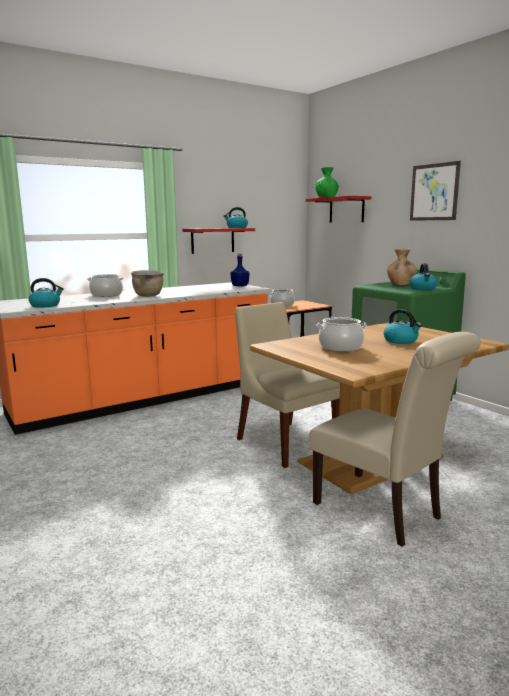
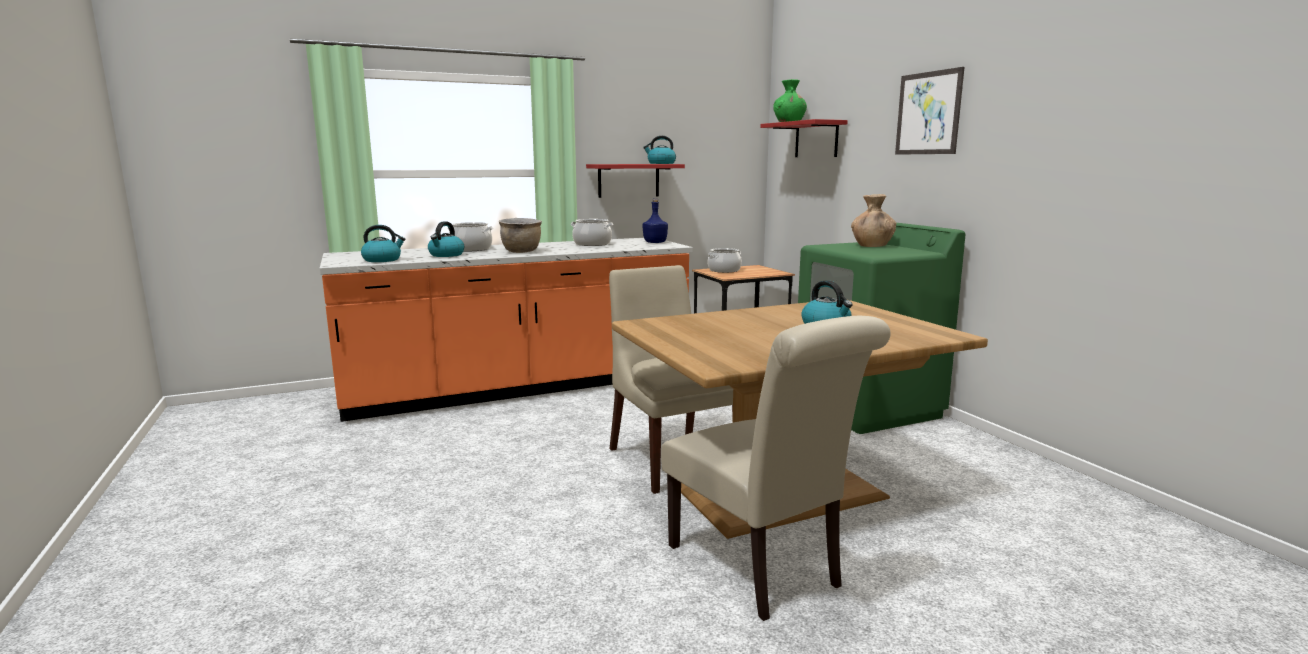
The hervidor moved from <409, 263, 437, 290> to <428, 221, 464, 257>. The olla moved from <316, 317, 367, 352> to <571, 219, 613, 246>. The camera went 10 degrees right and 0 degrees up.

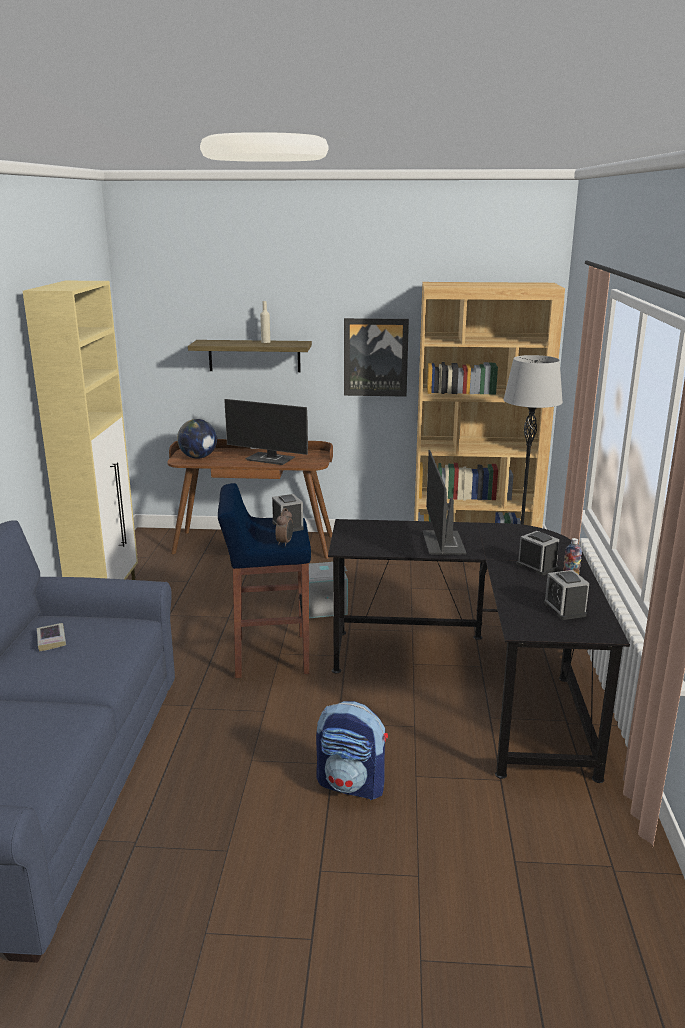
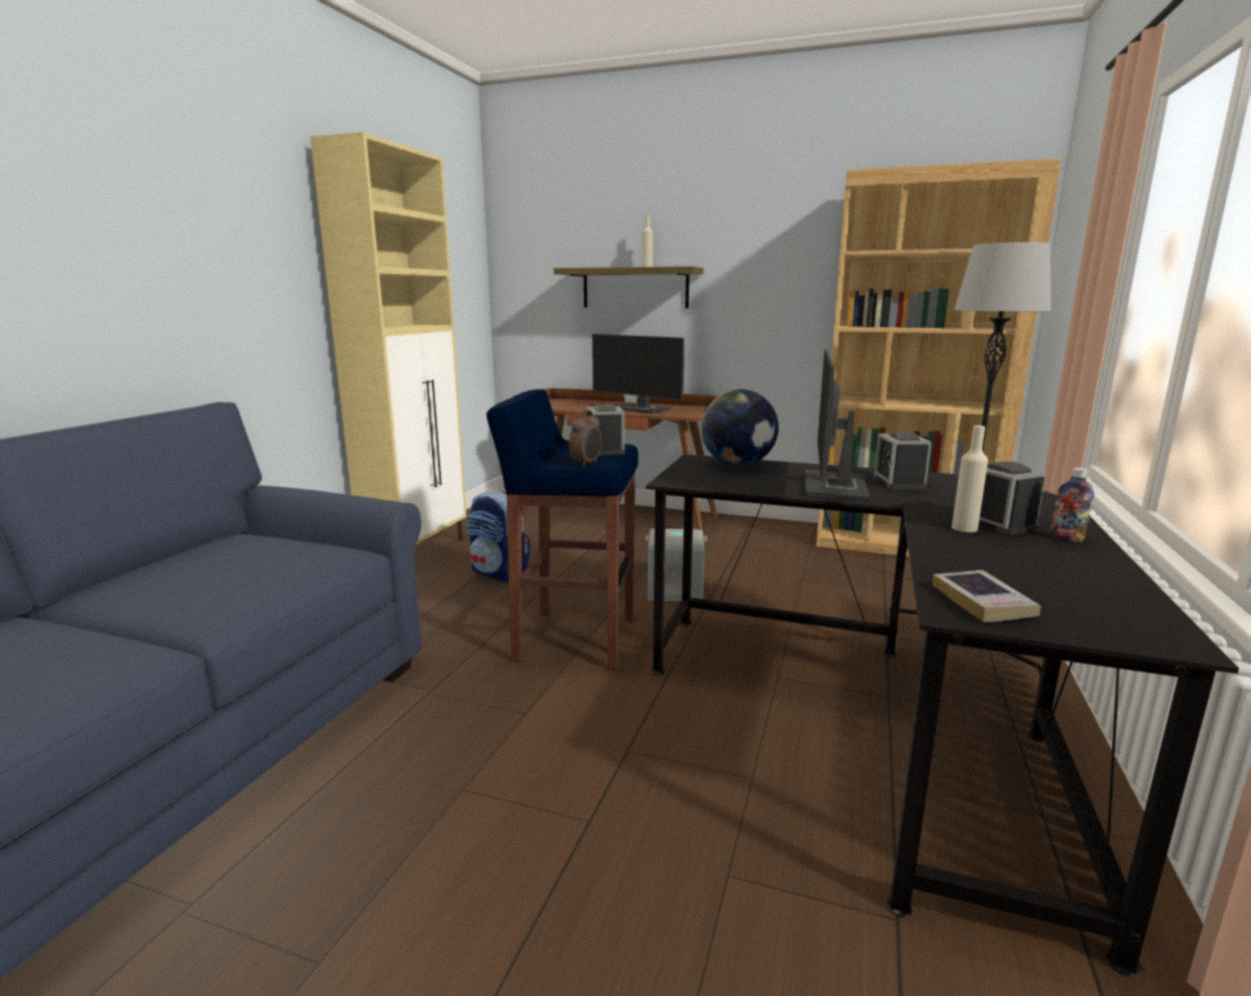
The cuadro at <344, 318, 409, 397> disappeared. The globo terráqueo moved from <177, 419, 217, 459> to <701, 389, 779, 466>. The despertador moved from <544, 570, 589, 620> to <873, 432, 932, 489>. The libro moved from <37, 623, 66, 652> to <933, 570, 1041, 622>. The mochila moved from <316, 701, 388, 800> to <467, 492, 530, 583>. The botella [beis] at <952, 425, 988, 532> appeared. The camera went 15 degrees right and 5 degrees down.

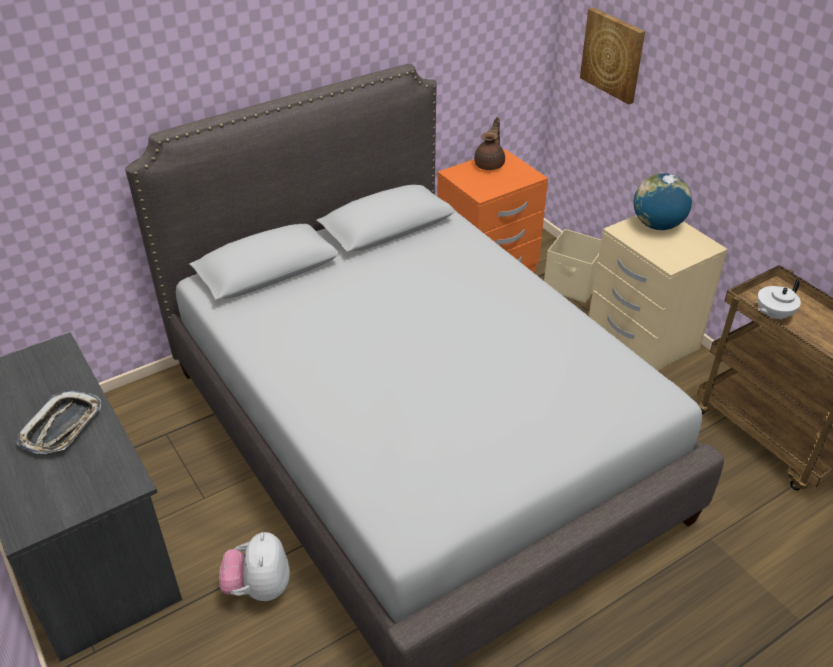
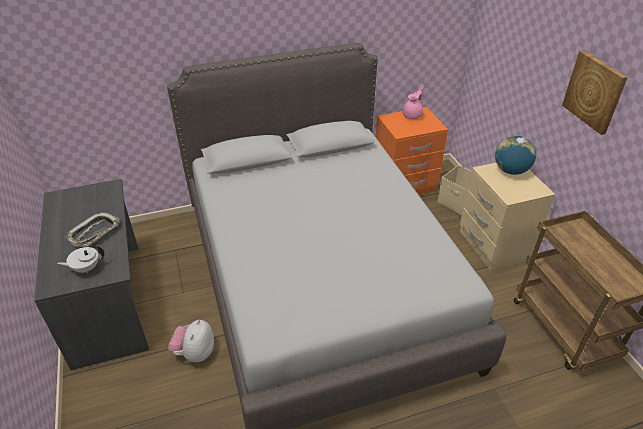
The cuadro moved from <580, 8, 645, 105> to <562, 50, 628, 135>. The tetera [marrón] at <474, 117, 505, 170> became the tetera [rosa] at <403, 85, 423, 119>. The tetera [blanco] moved from <757, 279, 801, 320> to <57, 245, 104, 273>. The camera went 15 degrees right and 0 degrees up.

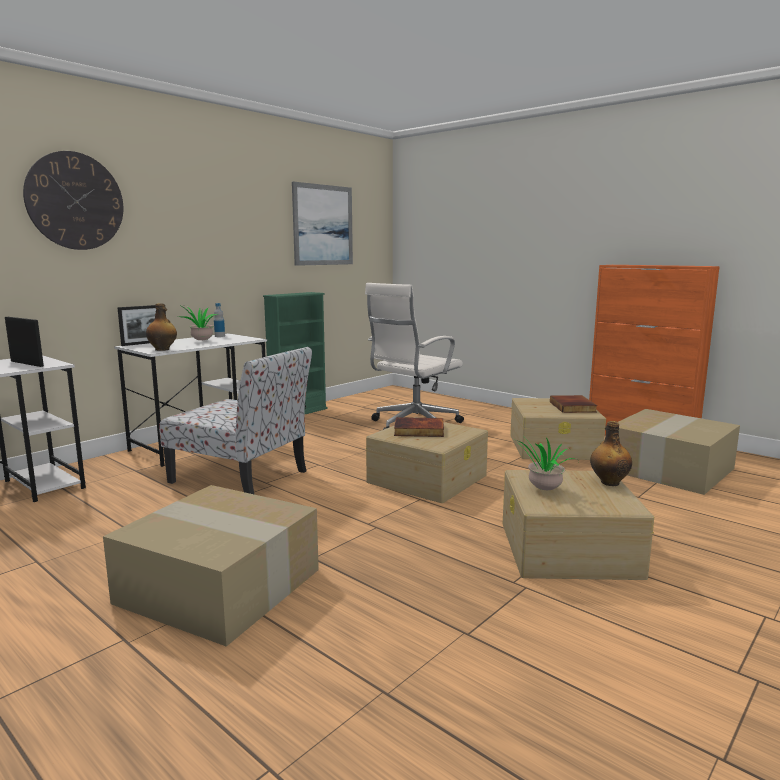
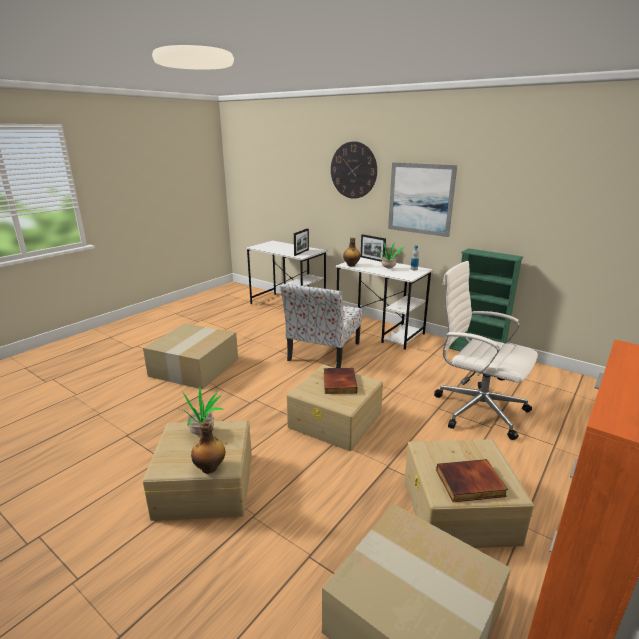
The cuadro moved from <292, 182, 353, 266> to <388, 162, 457, 237>. The camera went 85 degrees right and 10 degrees up.

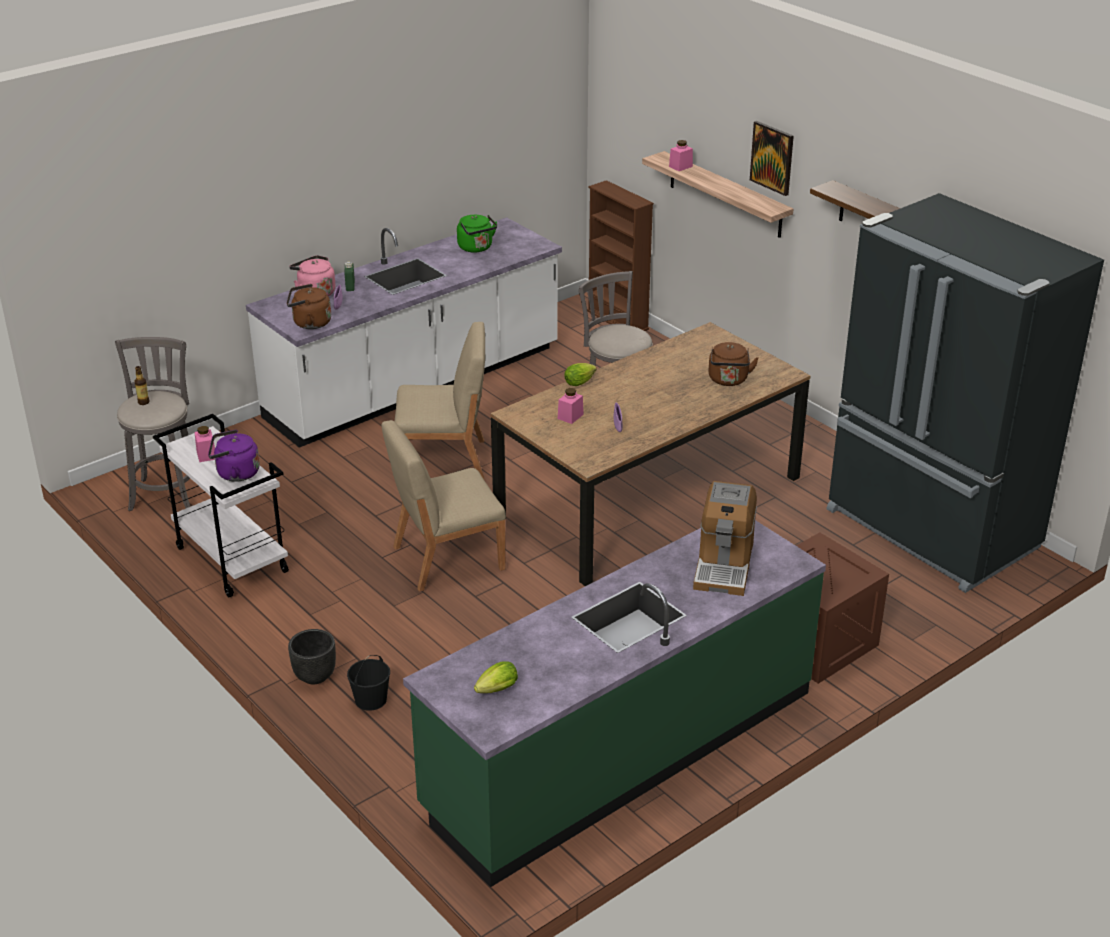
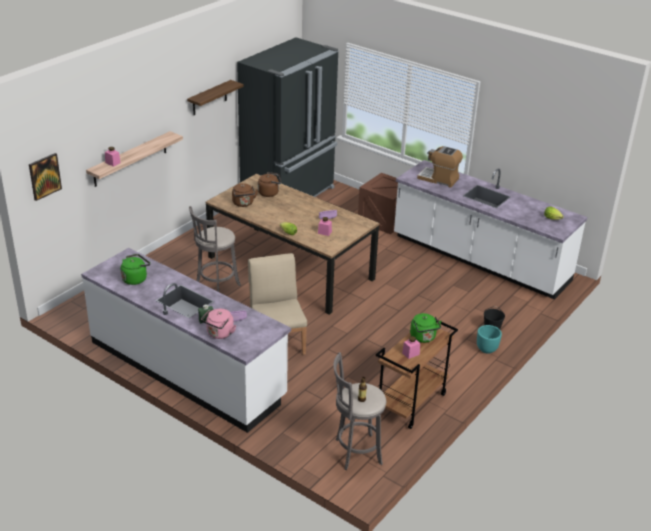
The cuadro moved from <750, 121, 794, 196> to <29, 153, 62, 201>. The estantería [marrón] at <587, 180, 654, 331> disappeared. The hervidor [marrón] moved from <287, 284, 331, 329> to <232, 183, 258, 207>. The carrito [blanco] at <153, 414, 289, 598> became the carrito [marrón] at <376, 319, 458, 429>. The silla [beis] at <382, 420, 506, 592> disappeared. The hervidor [morado] at <208, 430, 260, 482> became the hervidor [verde] at <410, 313, 442, 343>. The cafetera at <693, 481, 757, 596> turned 150 degrees counterclockwise. The mueble bajo de cocina [verde] at <403, 520, 826, 887> became the mueble bajo de cocina [blanco] at <394, 160, 587, 299>. The maceta [negro] at <288, 629, 336, 684> became the maceta [turquesa] at <477, 325, 502, 354>. The camera went 105 degrees left and 0 degrees up.

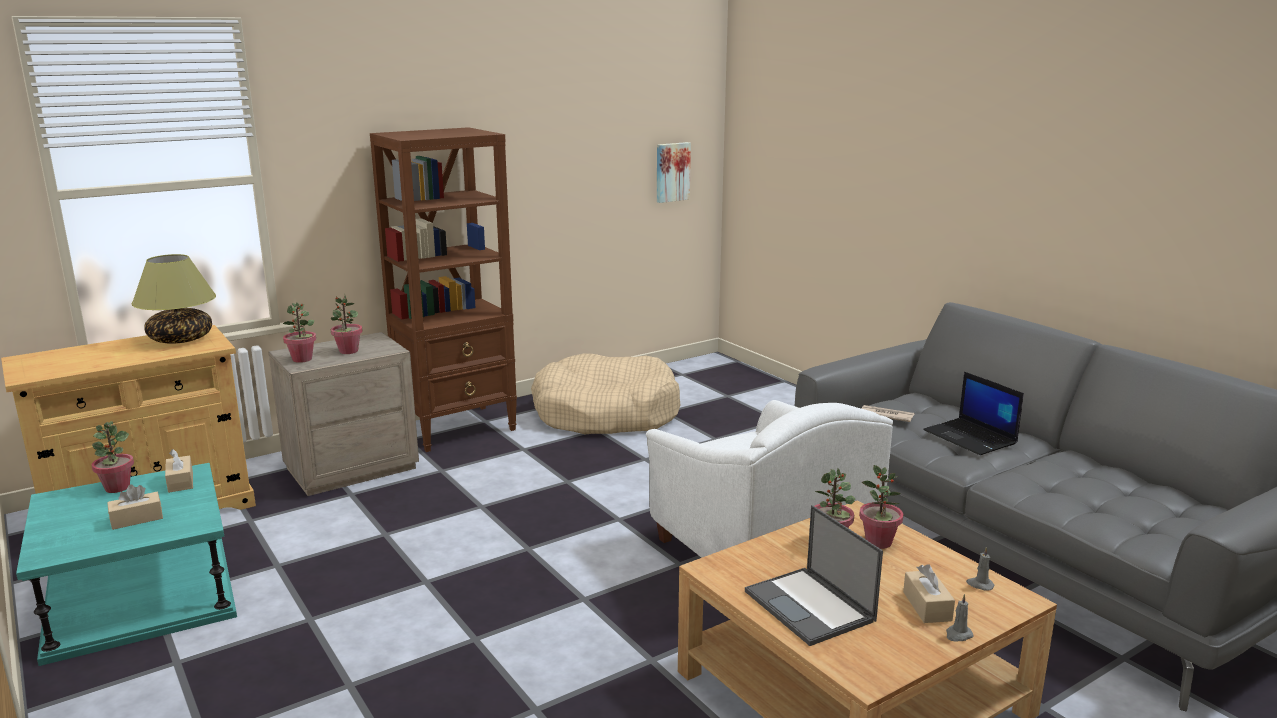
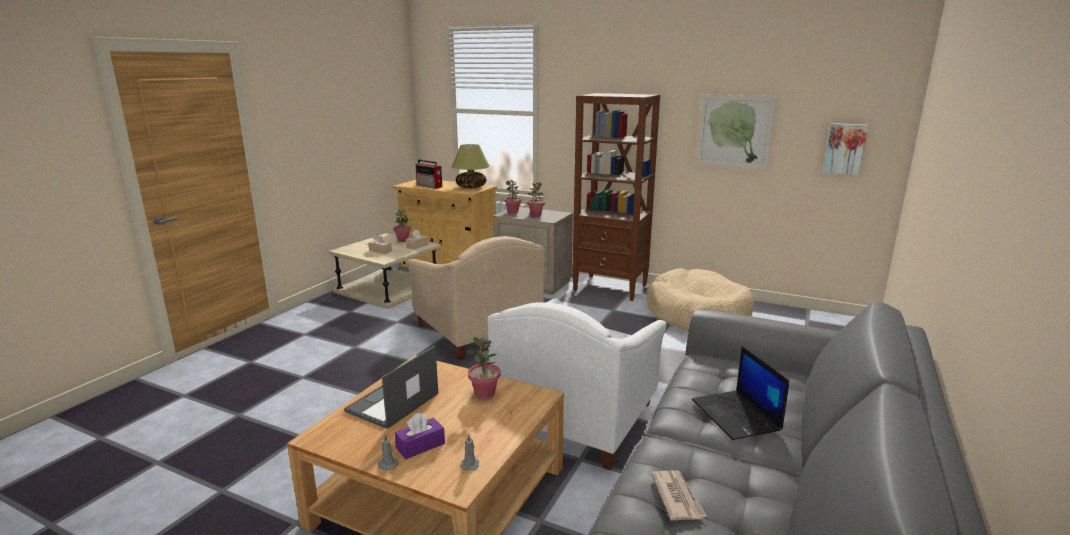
The portátil at <923, 372, 1024, 455> turned 45 degrees counterclockwise. The periódico moved from <861, 405, 914, 422> to <651, 471, 707, 520>. The mesa auxiliar [turquesa] at <16, 463, 237, 666> became the mesa auxiliar [beis] at <329, 233, 440, 309>. The planta en maceta at <859, 465, 904, 549> disappeared. The caja de pañuelos [beis] at <903, 564, 955, 623> became the caja de pañuelos [morado] at <394, 413, 445, 459>. The cuadro at <696, 94, 777, 170> appeared. The radio at <415, 159, 442, 189> appeared. The sillón [beis] at <407, 236, 544, 361> appeared. The camera went 60 degrees right and 0 degrees up.

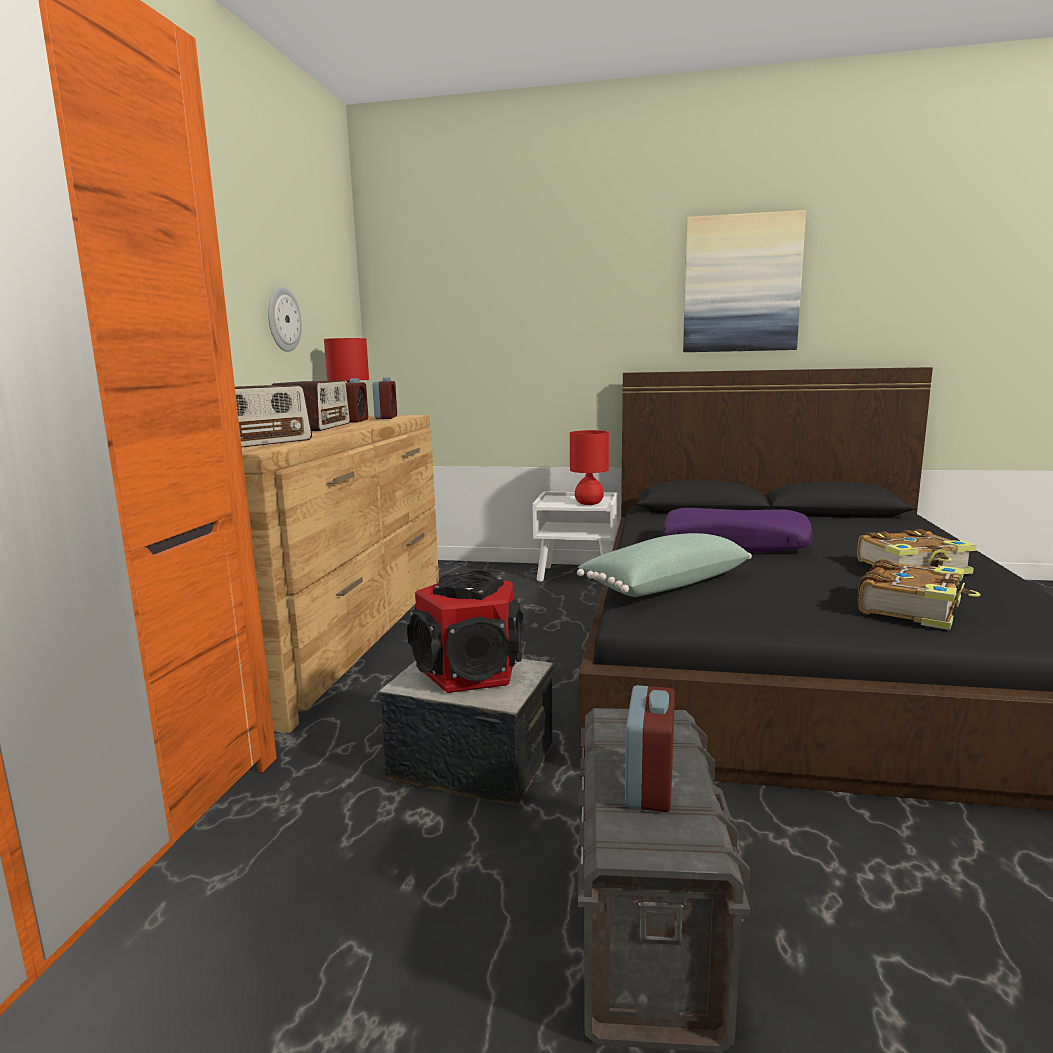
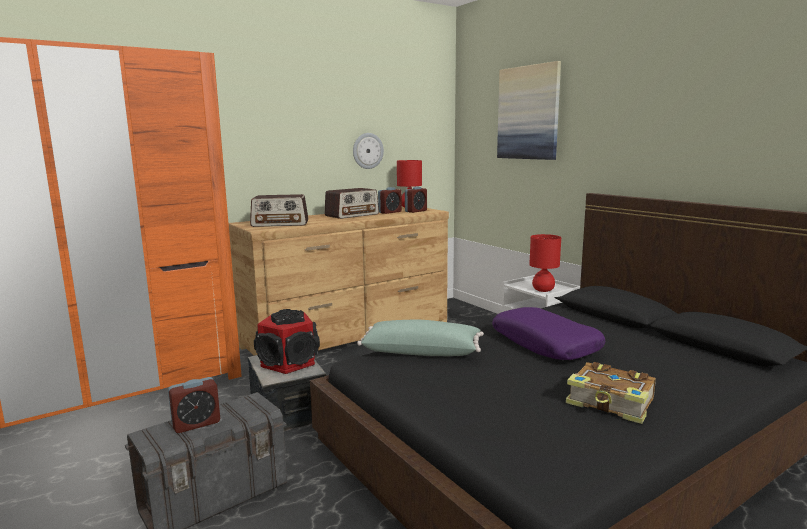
The cuadro moved from <683, 210, 806, 352> to <497, 61, 561, 160>. The libro at <857, 559, 981, 630> disappeared. The camera went 45 degrees right and 0 degrees up.

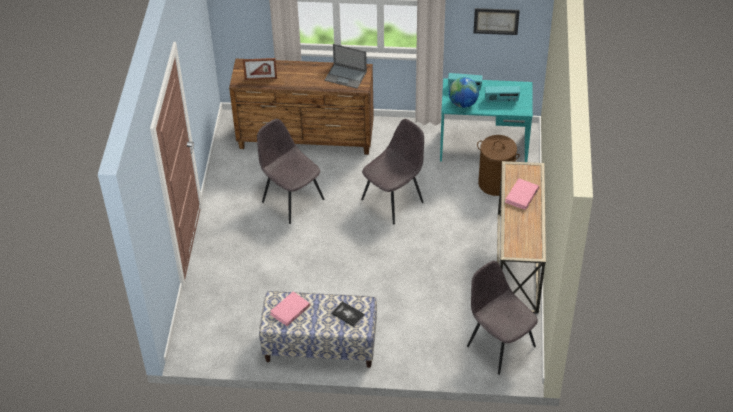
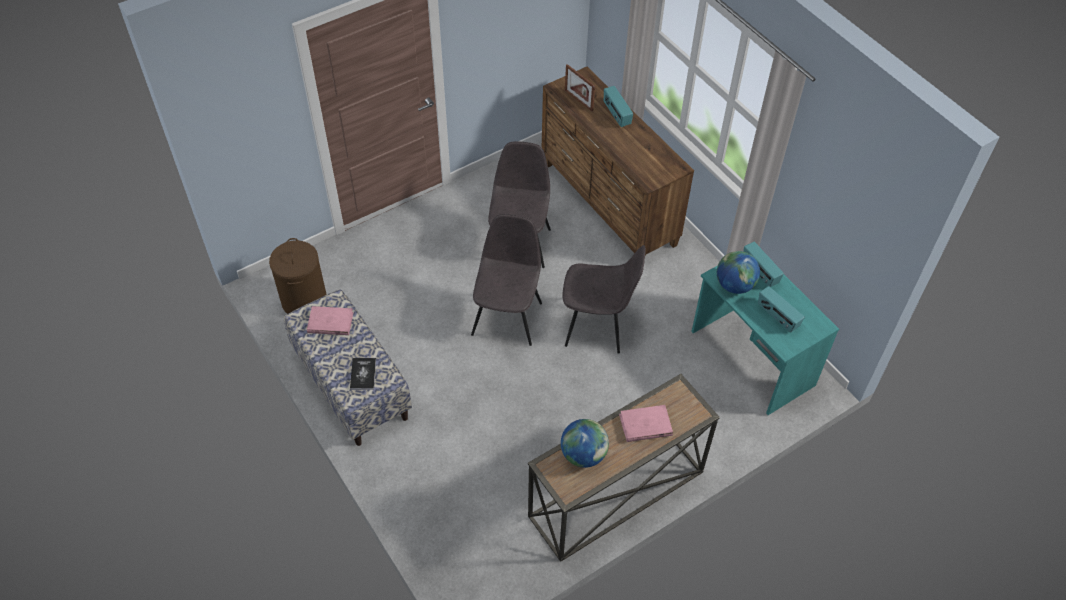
The cuadro at <473, 8, 520, 35> disappeared. The portátil at <325, 44, 367, 89> disappeared. The cesto de la ropa [marrón] moved from <477, 135, 520, 196> to <269, 238, 327, 314>. The silla [gris] moved from <467, 261, 538, 375> to <471, 214, 542, 346>. The radio at <604, 86, 633, 127> appeared. The globo terráqueo at <561, 419, 609, 468> appeared. The camera went 50 degrees right and 5 degrees up.

